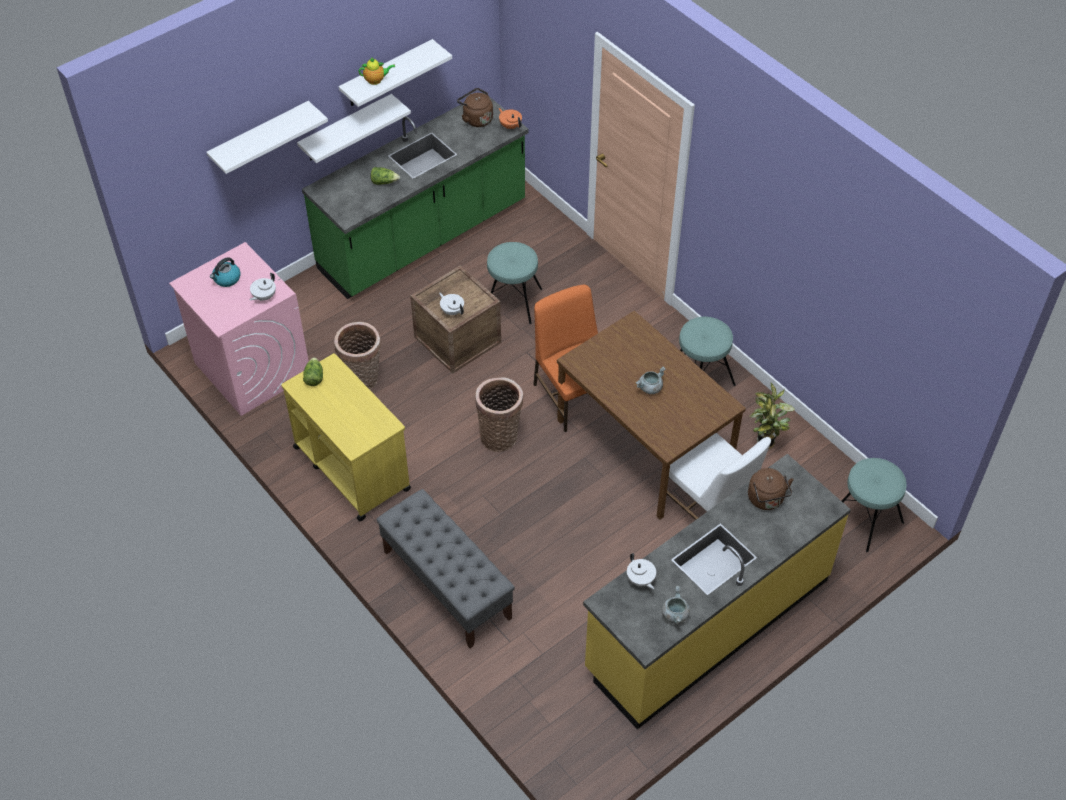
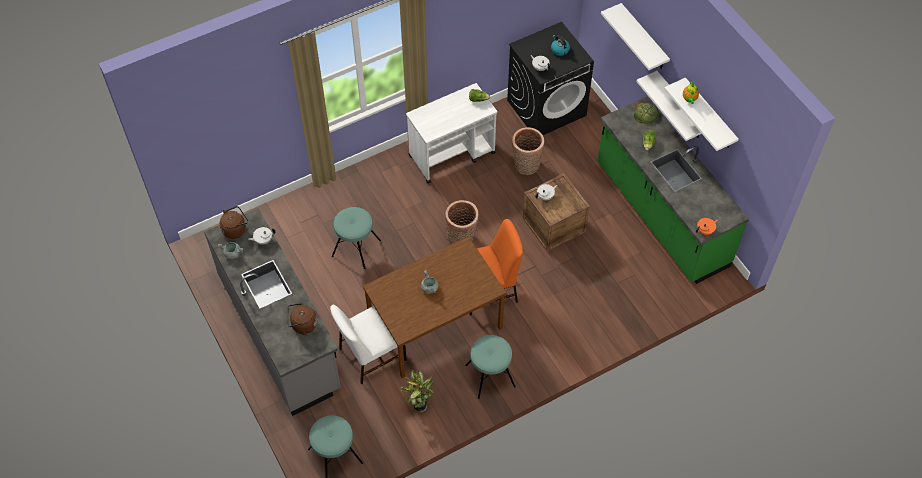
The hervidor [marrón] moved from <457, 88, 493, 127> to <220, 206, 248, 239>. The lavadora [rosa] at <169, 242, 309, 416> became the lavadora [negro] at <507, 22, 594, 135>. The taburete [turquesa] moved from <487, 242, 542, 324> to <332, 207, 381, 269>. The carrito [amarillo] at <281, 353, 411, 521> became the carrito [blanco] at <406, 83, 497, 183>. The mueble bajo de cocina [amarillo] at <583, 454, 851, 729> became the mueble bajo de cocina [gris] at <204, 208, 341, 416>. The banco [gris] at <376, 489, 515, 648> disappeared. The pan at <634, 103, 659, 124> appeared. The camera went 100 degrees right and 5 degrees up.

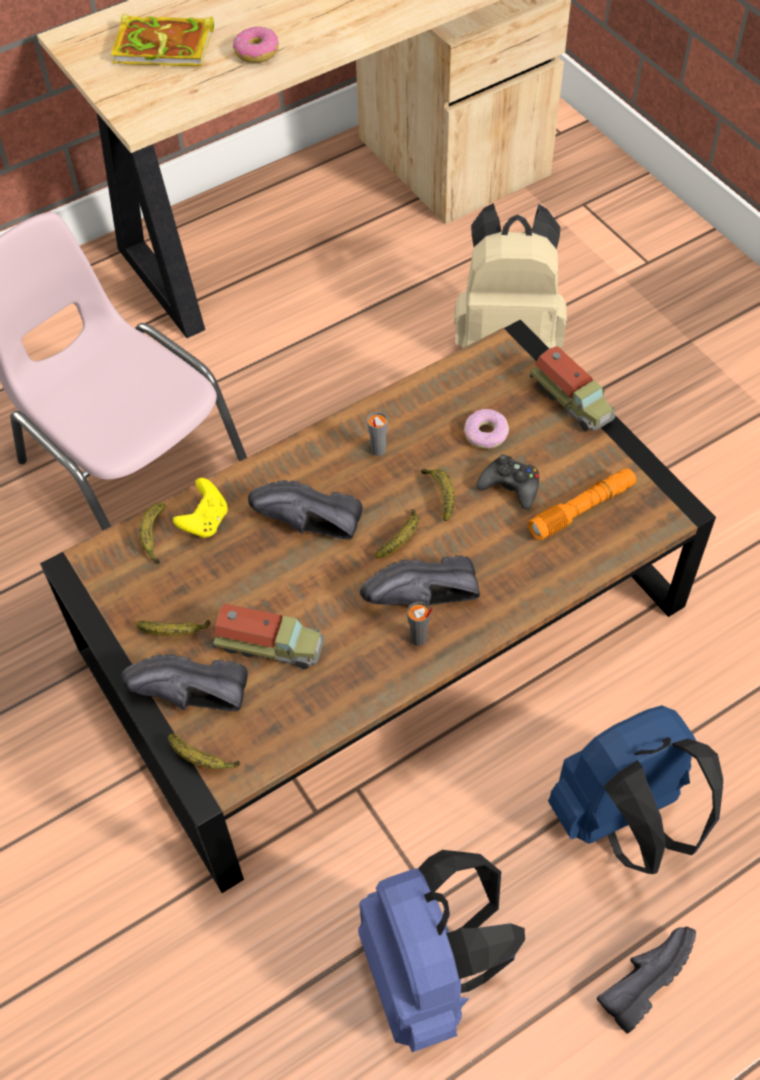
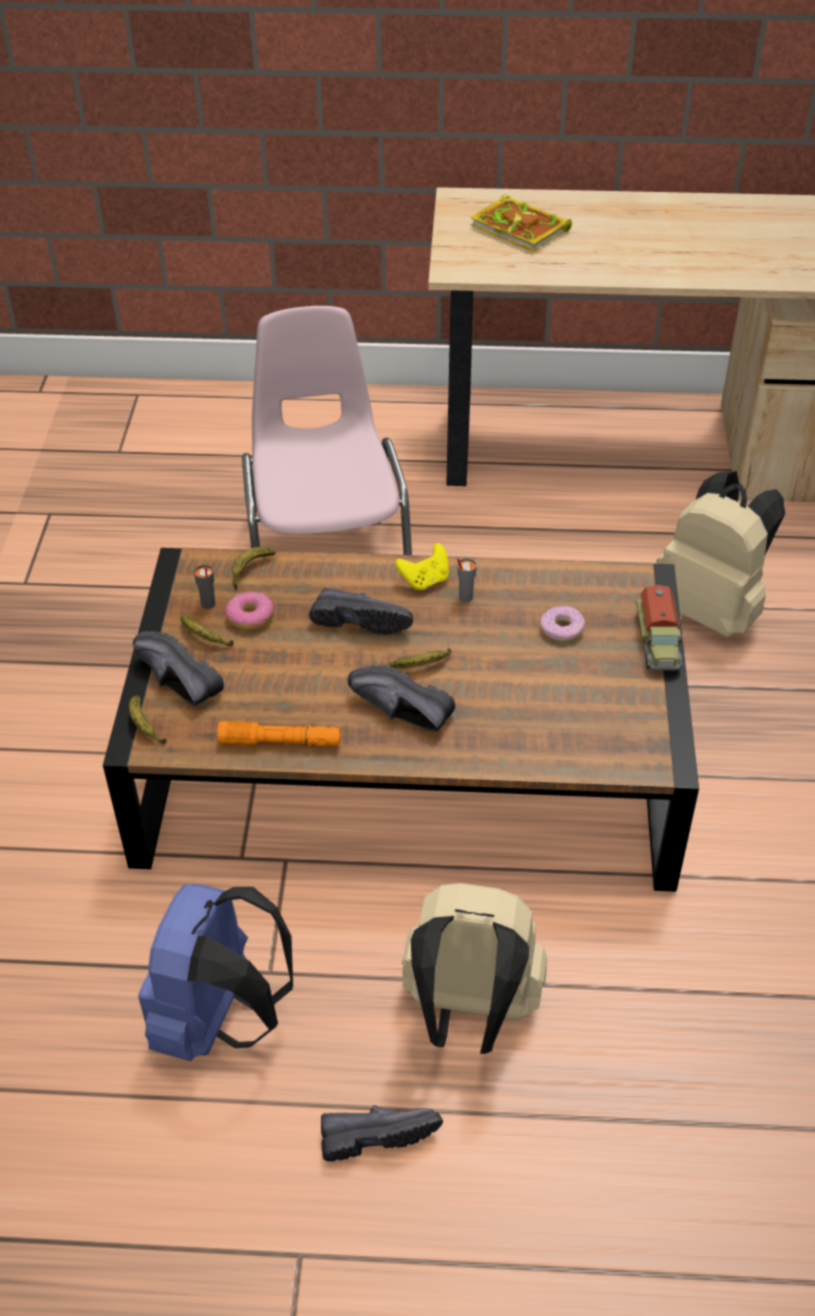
The rosquilla moved from <233, 26, 279, 63> to <225, 592, 274, 631>. The mando de consola [negro] at <476, 455, 539, 510> disappeared. The plátano at <421, 468, 455, 522> disappeared. The linterna [naranja] moved from <528, 468, 636, 540> to <217, 721, 341, 746>. The mando de consola [amarillo] moved from <173, 478, 228, 538> to <396, 543, 449, 591>. The zapato [negro] at <248, 480, 363, 540> turned 150 degrees clockwise. The taza [gris] moved from <407, 602, 433, 646> to <194, 565, 215, 609>. The camión de juguete at <212, 603, 324, 669> disappeared. The mochila [azul] at <548, 705, 723, 874> became the mochila [beis] at <402, 883, 547, 1054>. The camera went 35 degrees right and 10 degrees down.

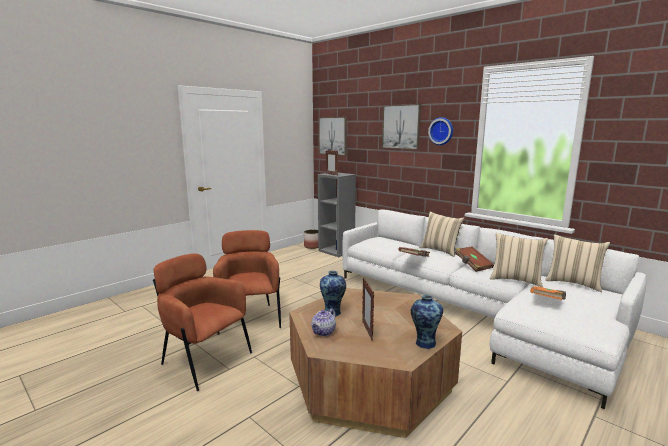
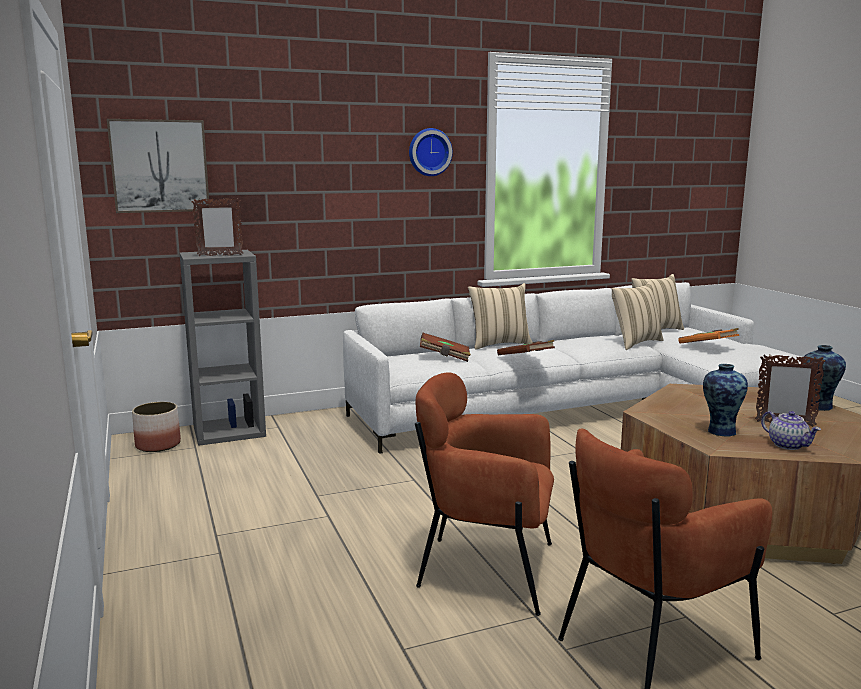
The cuadro at <382, 104, 421, 150> disappeared. The libro [marrón] moved from <455, 246, 494, 272> to <420, 333, 471, 362>. The camera went 65 degrees left and 0 degrees up.

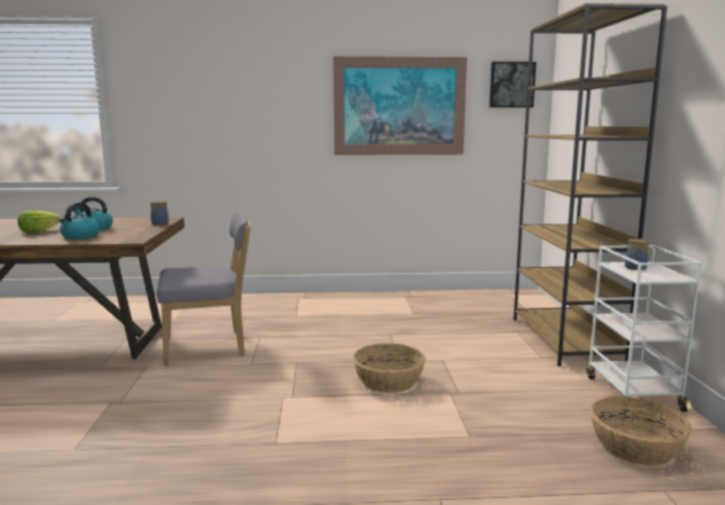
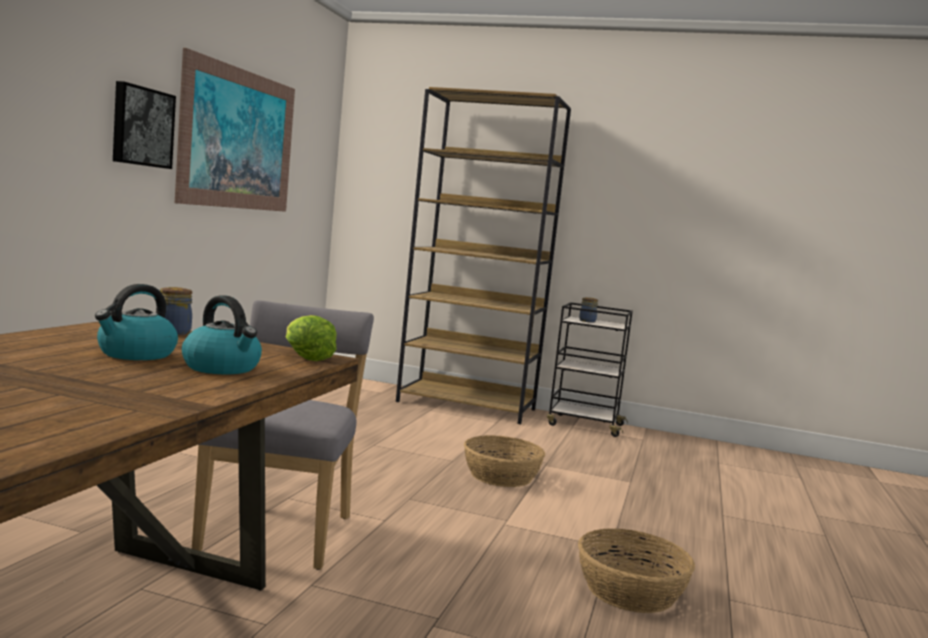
The cuadro moved from <489, 62, 536, 108> to <113, 81, 176, 169>. The lechuga moved from <18, 210, 61, 233> to <286, 315, 337, 361>. The carrito [blanco] at <586, 245, 702, 413> became the carrito [negro] at <547, 302, 633, 437>. The cesta moved from <590, 396, 692, 466> to <578, 529, 695, 613>. The camera went 70 degrees left and 5 degrees down.

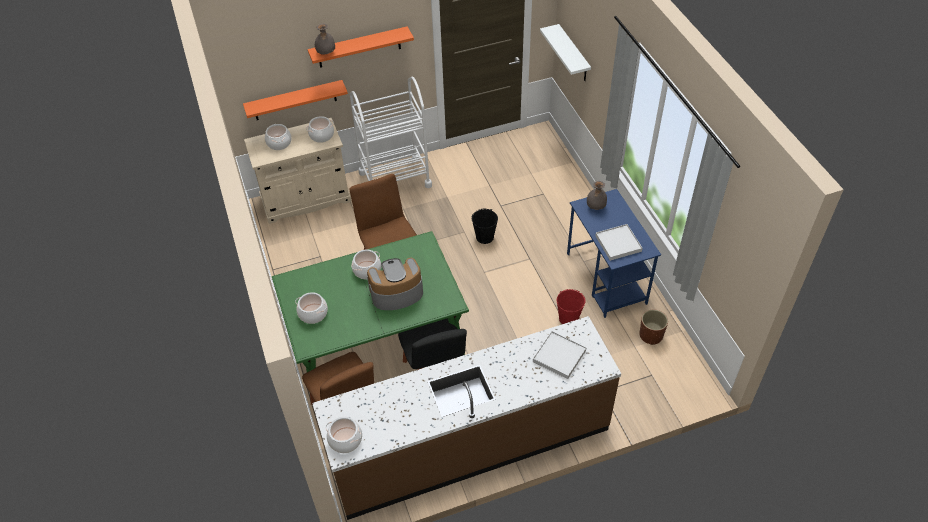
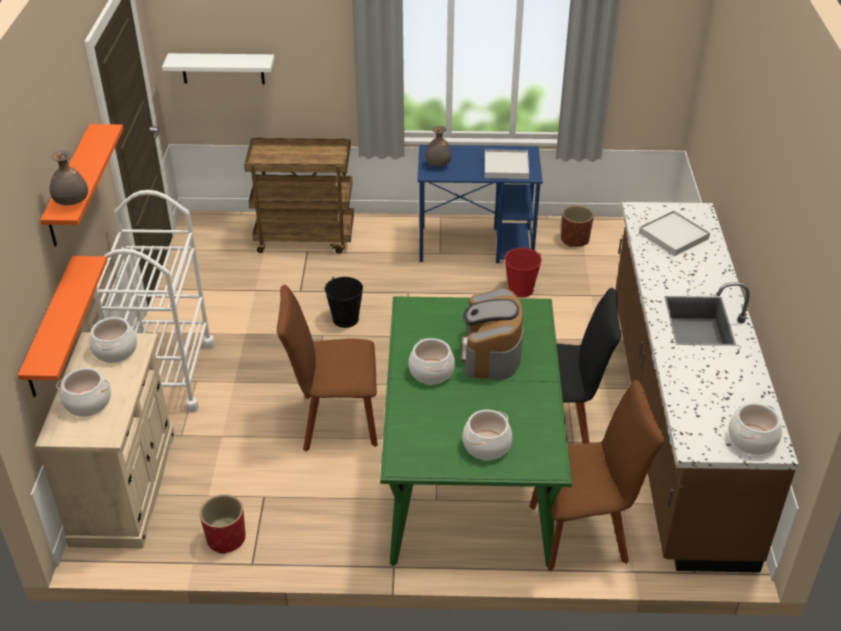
The carrito [marrón] at <244, 137, 354, 254> appeared. The maceta [rojo] at <200, 494, 246, 554> appeared. The camera went 70 degrees left and 10 degrees down.

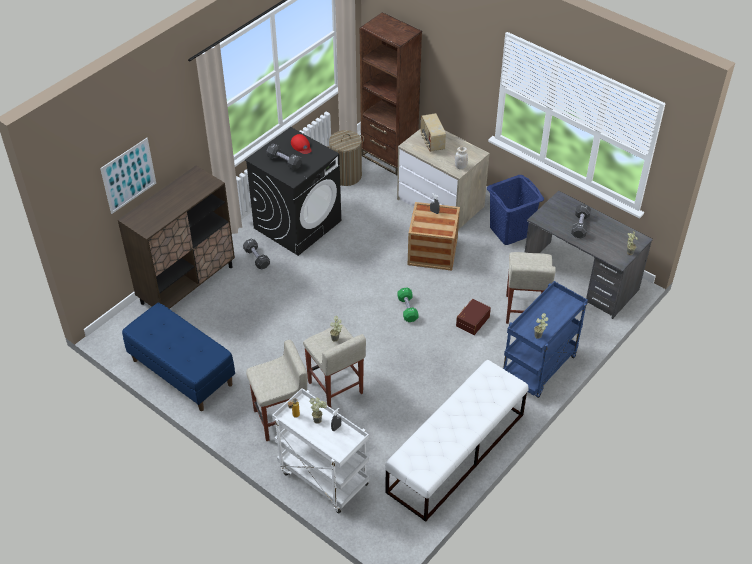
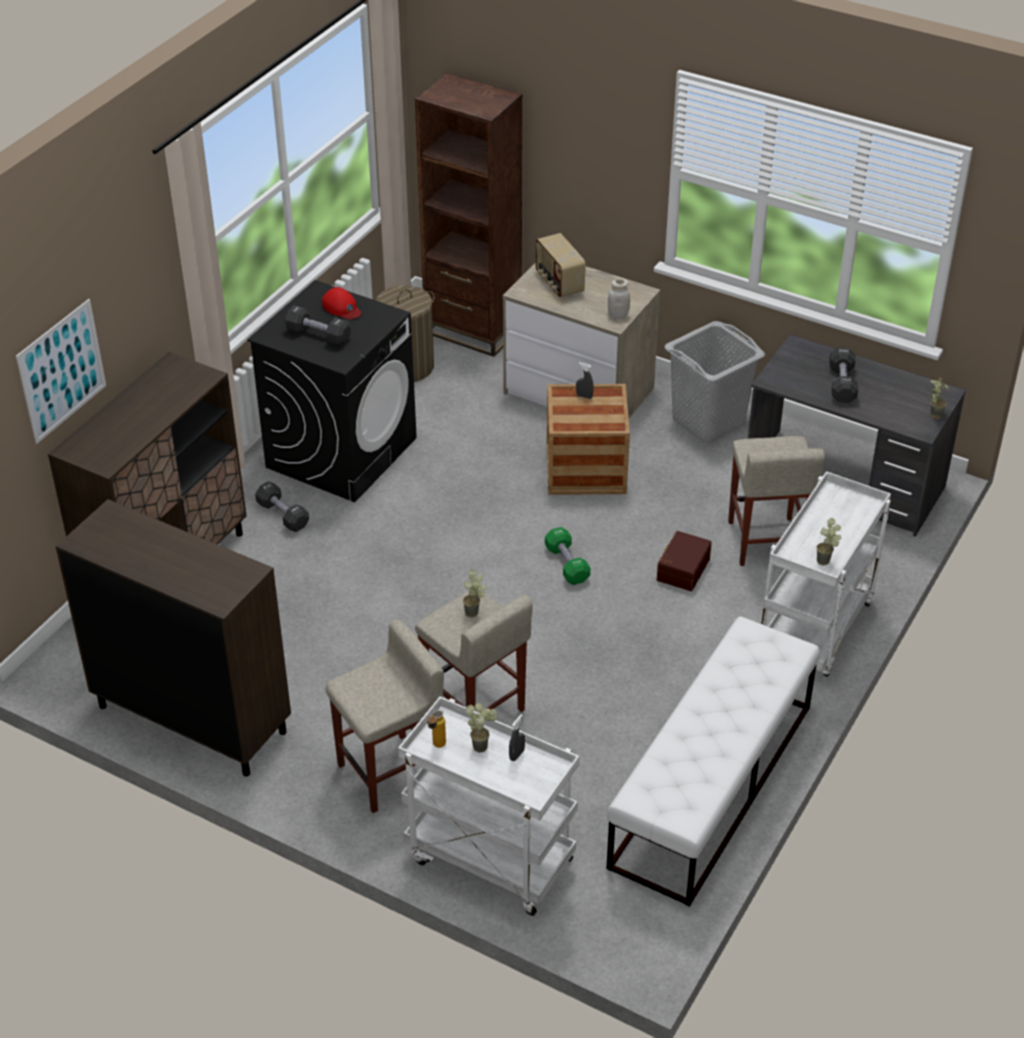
The cesto de la ropa [azul] at <487, 175, 544, 245> became the cesto de la ropa [gris] at <664, 321, 765, 443>. The carrito [azul] at <503, 281, 588, 398> became the carrito [blanco] at <761, 471, 891, 677>. The banco [azul] at <122, 303, 235, 411> was replaced by the armario [marrón] at <55, 499, 291, 776>. The camera went 10 degrees left and 5 degrees down.

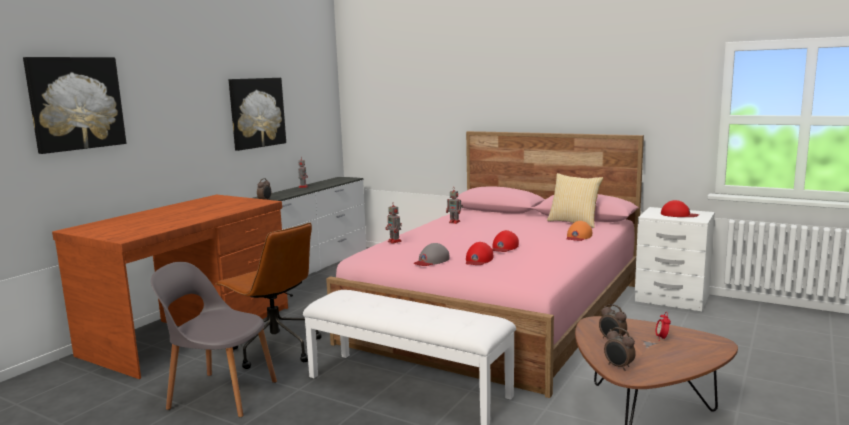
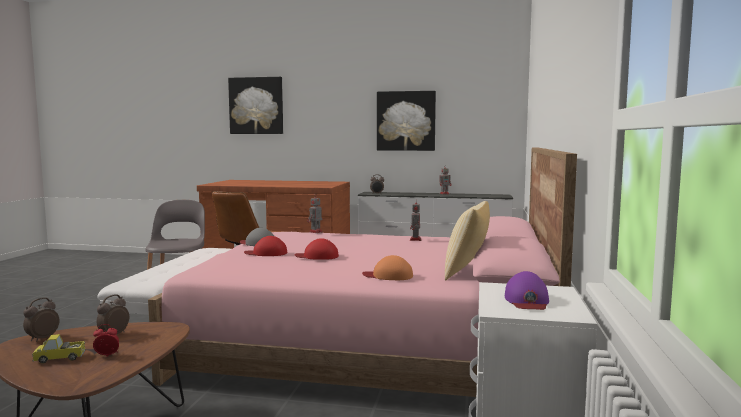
The gorra [rojo] at <661, 200, 699, 217> became the gorra [morado] at <505, 271, 549, 310>. The camión de juguete at <32, 334, 86, 364> appeared. The camera went 70 degrees right and 5 degrees down.

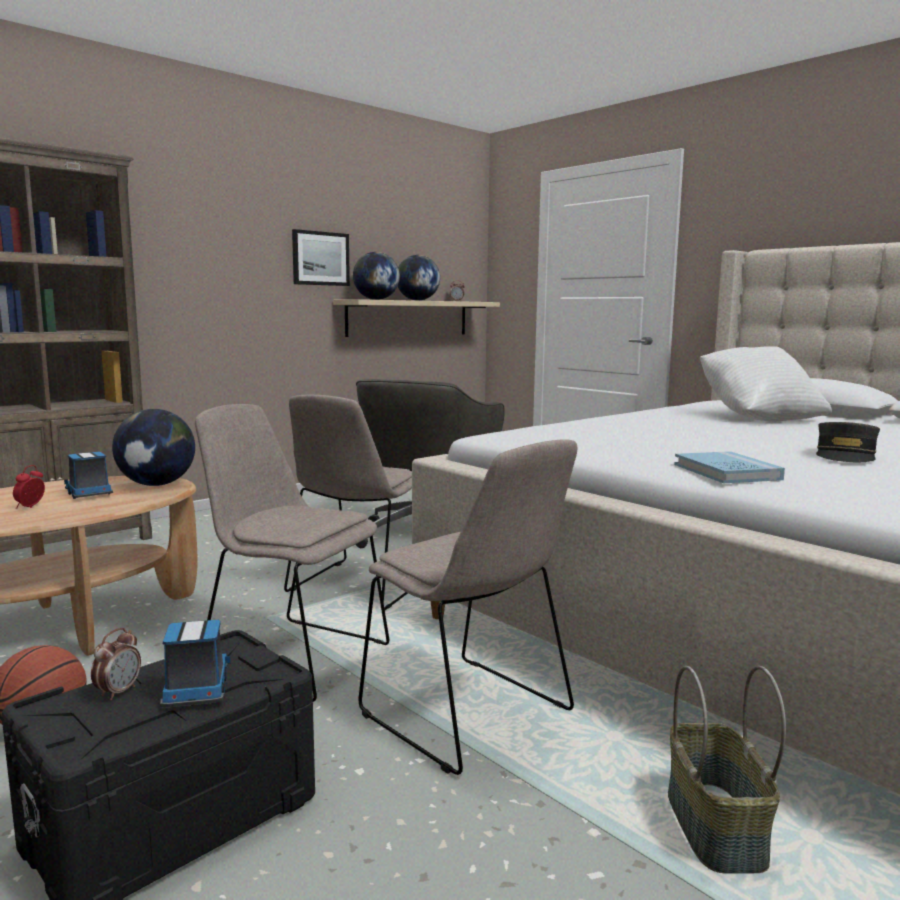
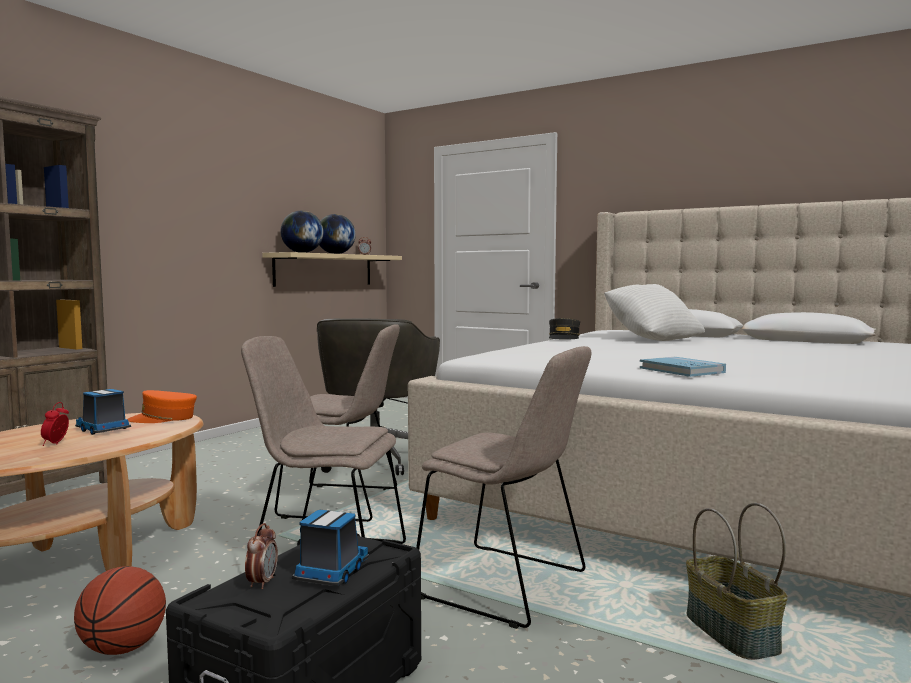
The cuadro at <292, 229, 350, 286> disappeared. The silla [beis] at <284, 395, 412, 610> turned 90 degrees counterclockwise. The globo terráqueo at <112, 409, 195, 486> was replaced by the gorra [naranja] at <128, 390, 197, 423>. The gorra [gris] moved from <816, 422, 880, 462> to <549, 318, 580, 339>. The camión de juguete at <160, 620, 230, 707> turned 45 degrees clockwise. The camera went 15 degrees left and 5 degrees down.

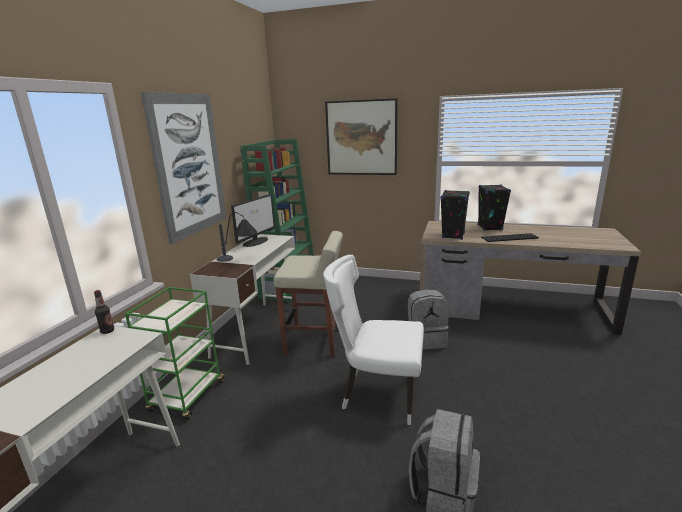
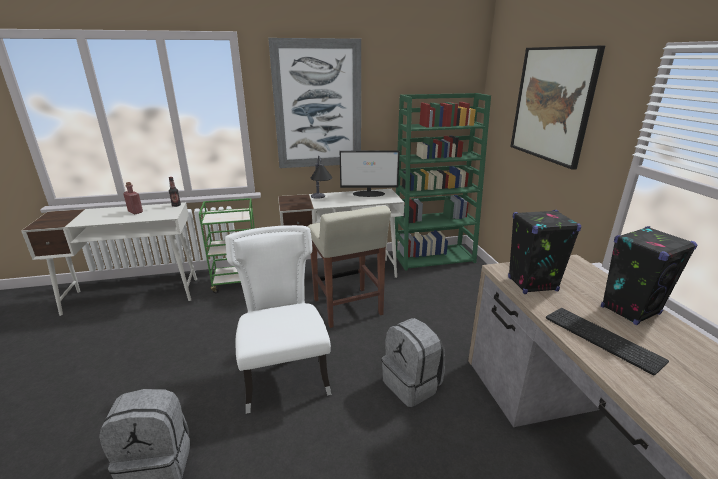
The botella [rojo] at <123, 182, 143, 214> appeared. The camera went 60 degrees right and 5 degrees up.

